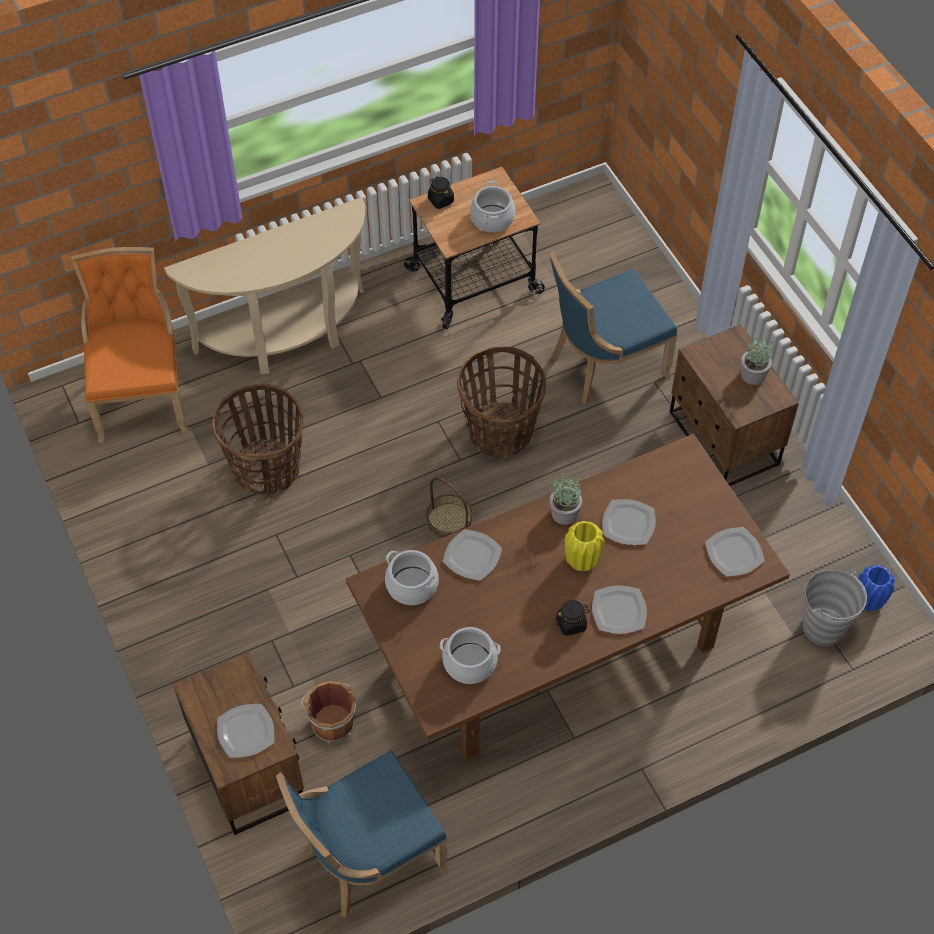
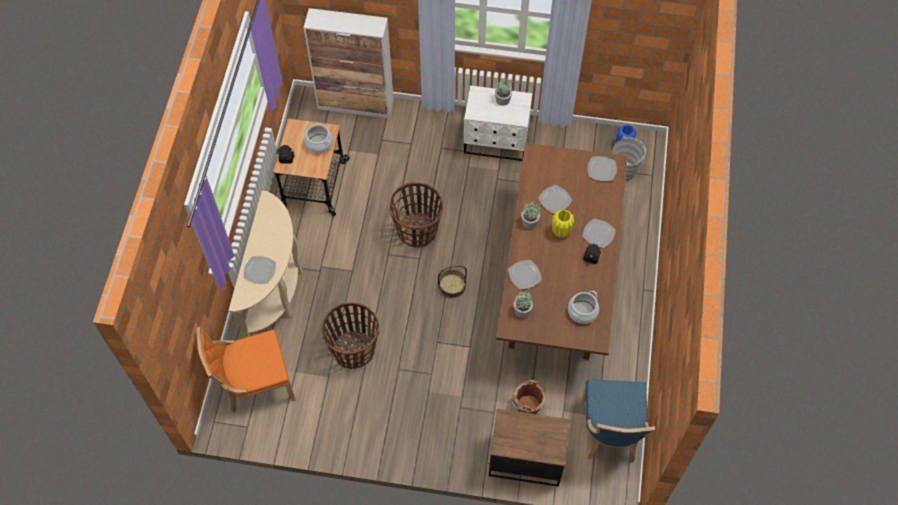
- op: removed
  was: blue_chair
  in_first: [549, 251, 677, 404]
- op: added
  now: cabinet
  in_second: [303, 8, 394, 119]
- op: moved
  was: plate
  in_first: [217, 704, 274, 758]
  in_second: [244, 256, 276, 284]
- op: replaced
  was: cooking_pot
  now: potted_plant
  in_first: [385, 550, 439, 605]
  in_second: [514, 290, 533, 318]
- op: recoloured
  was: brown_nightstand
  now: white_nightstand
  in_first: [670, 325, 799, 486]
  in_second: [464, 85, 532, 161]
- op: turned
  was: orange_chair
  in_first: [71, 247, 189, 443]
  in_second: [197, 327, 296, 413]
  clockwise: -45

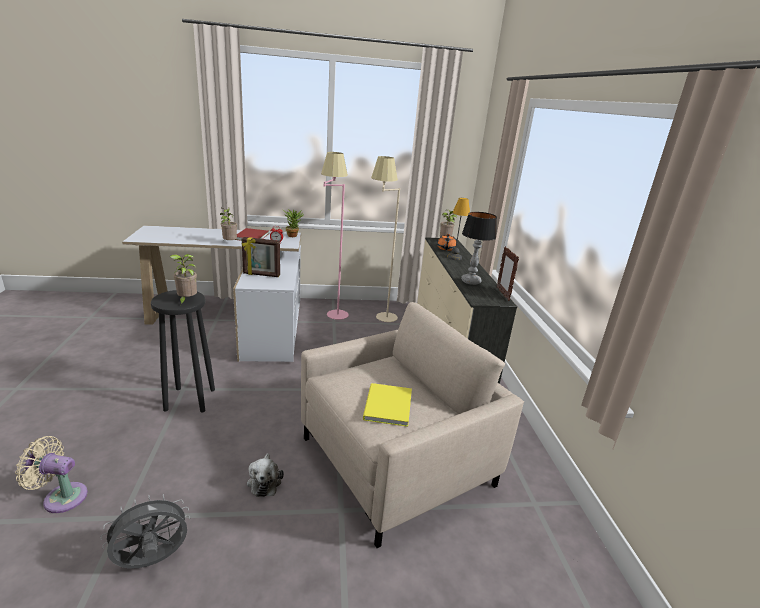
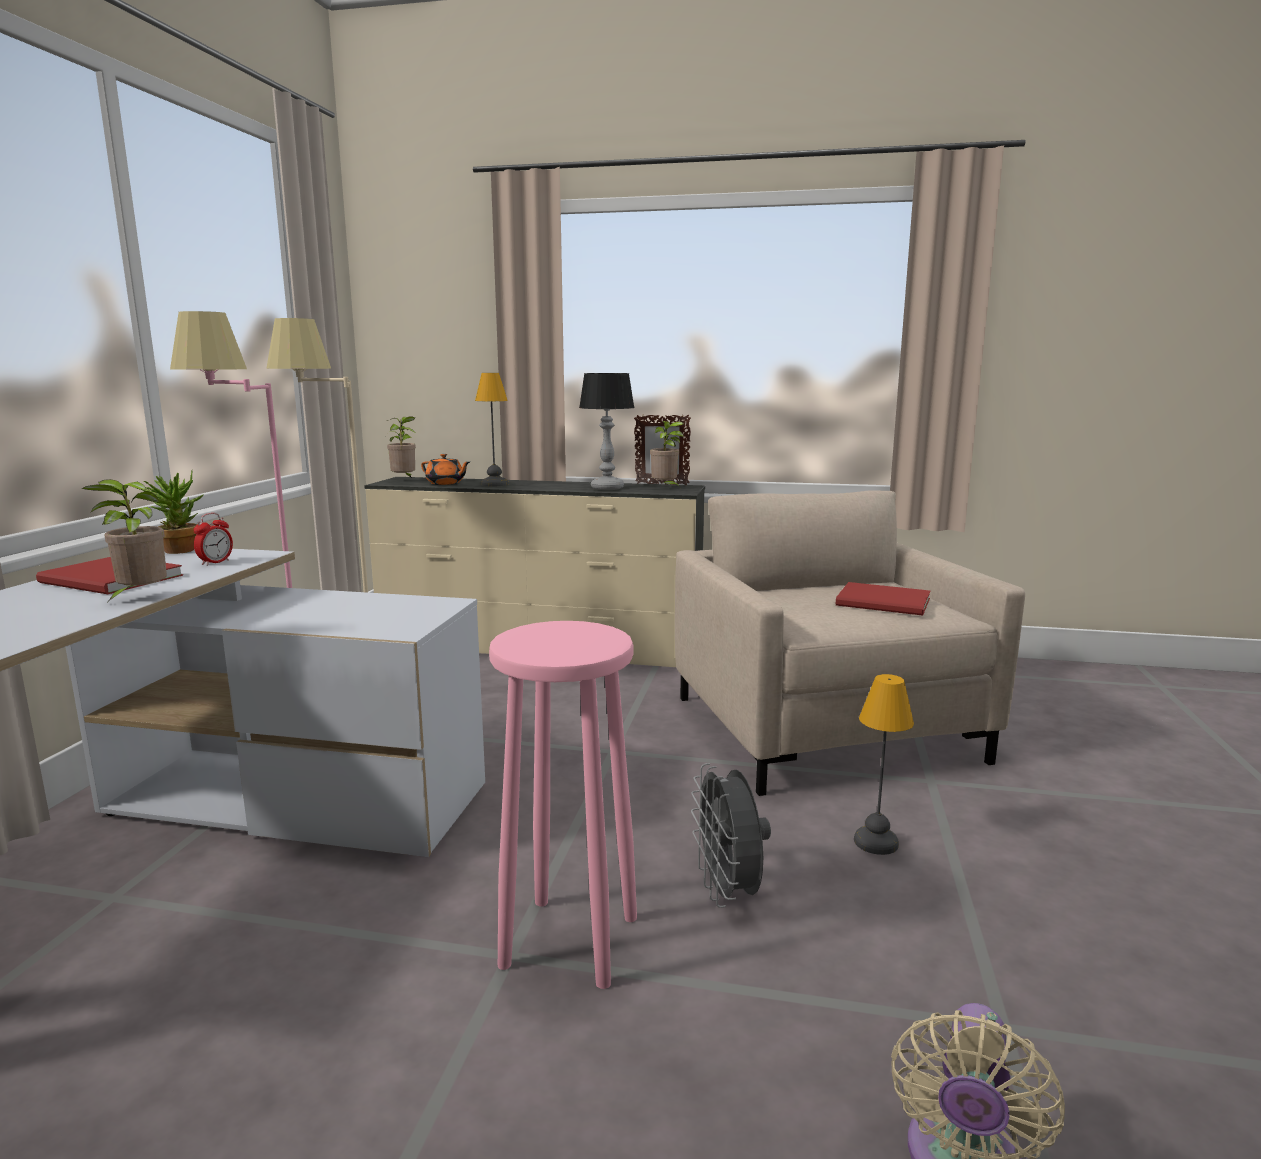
- op: removed
  was: picture_frame
  in_first: [241, 237, 280, 277]
- op: moved
  was: grey_fan
  in_first: [100, 494, 190, 568]
  in_second: [691, 763, 771, 908]
- op: moved
  was: potted_plant
  in_first: [169, 254, 197, 305]
  in_second: [650, 421, 684, 488]
- op: replaced
  was: plush_toy
  now: table_lamp
  in_first: [247, 453, 284, 497]
  in_second: [854, 674, 914, 855]
- op: recoloured
  was: black_stool
  now: pink_stool
  in_first: [151, 290, 215, 412]
  in_second: [489, 621, 637, 989]
- op: recoloured
  was: yellow_book
  now: red_book
  in_first: [363, 383, 412, 427]
  in_second: [836, 582, 931, 616]

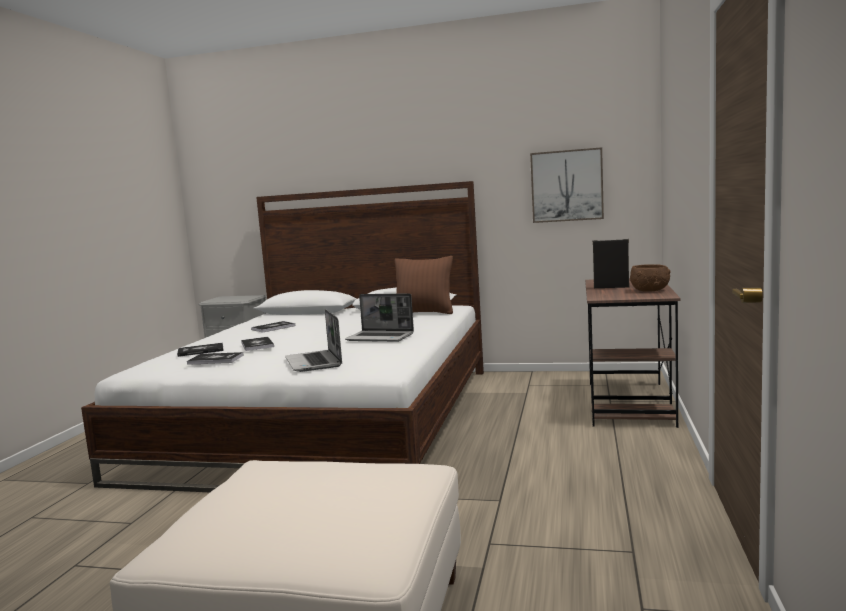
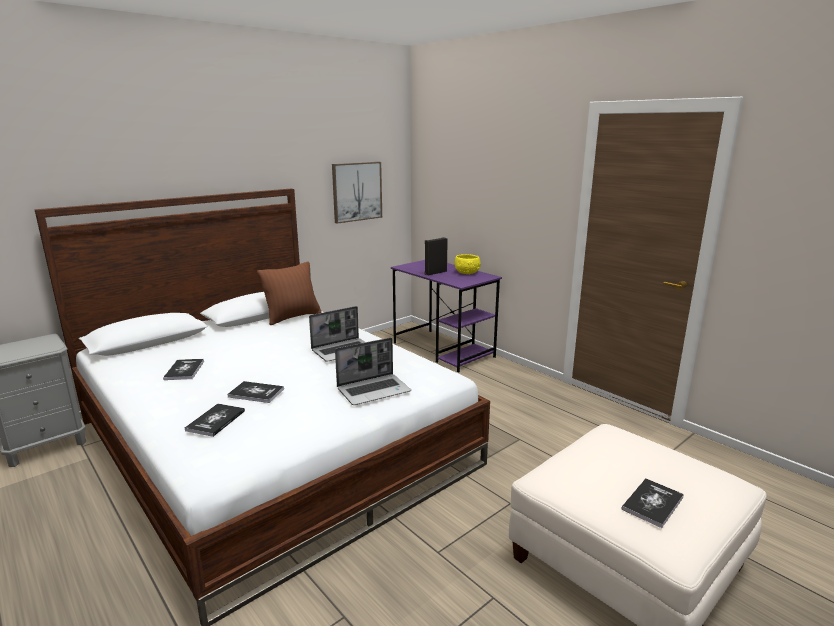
- op: moved
  was: book
  in_first: [187, 352, 243, 365]
  in_second: [622, 479, 684, 528]
- op: recoloured
  was: brown_desk
  now: purple_desk
  in_first: [585, 278, 681, 428]
  in_second: [391, 260, 502, 372]
- op: recoloured
  was: brown_bowl
  now: yellow_bowl
  in_first: [630, 264, 671, 292]
  in_second: [455, 254, 481, 274]
- op: turned
  was: laptop
  in_first: [285, 309, 342, 372]
  in_second: [335, 338, 411, 405]
  clockwise: -45

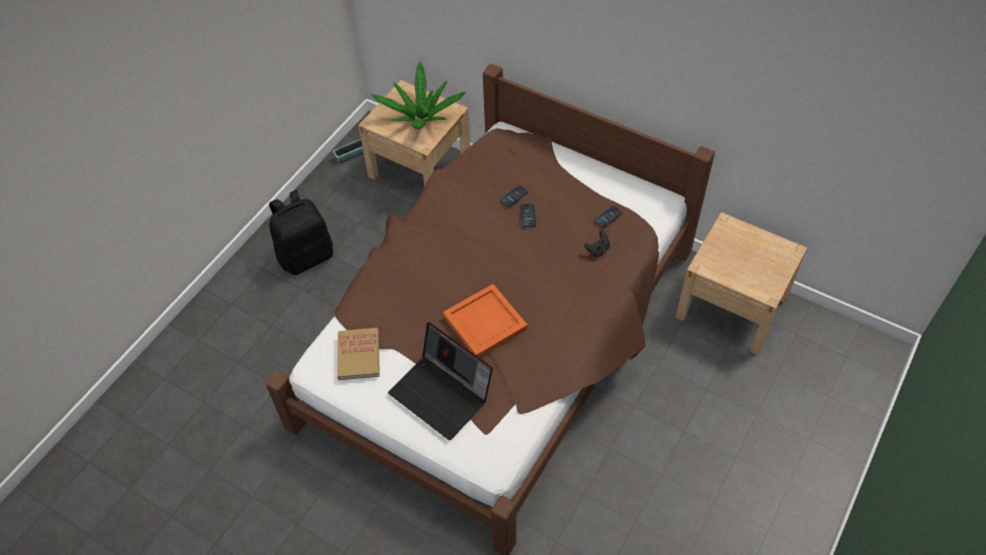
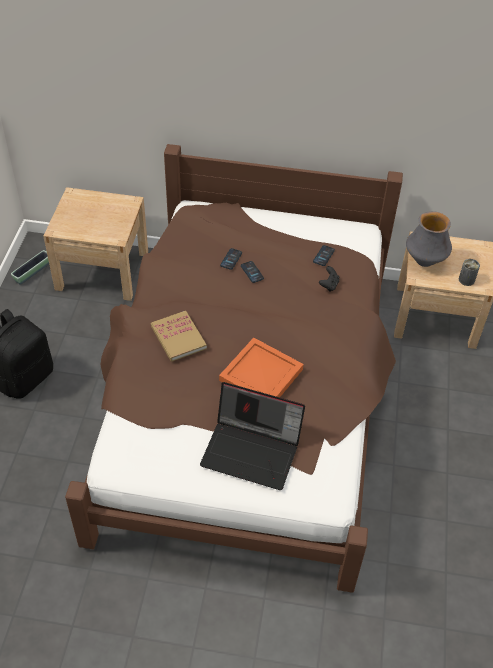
- op: removed
  was: potted_plant
  in_first: [371, 61, 466, 129]
- op: added
  now: vase
  in_second: [406, 211, 452, 267]
- op: added
  now: can
  in_second: [459, 259, 480, 286]
- op: moved
  was: book
  in_first: [337, 328, 380, 380]
  in_second: [151, 311, 207, 362]

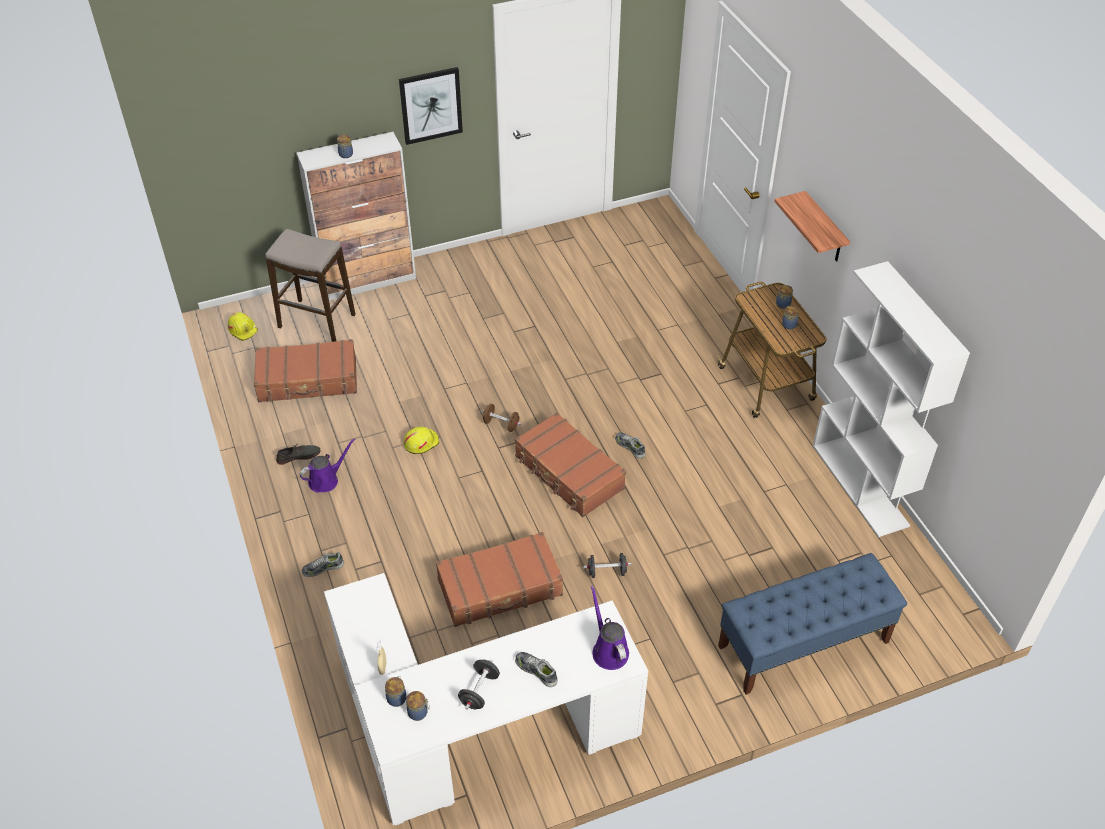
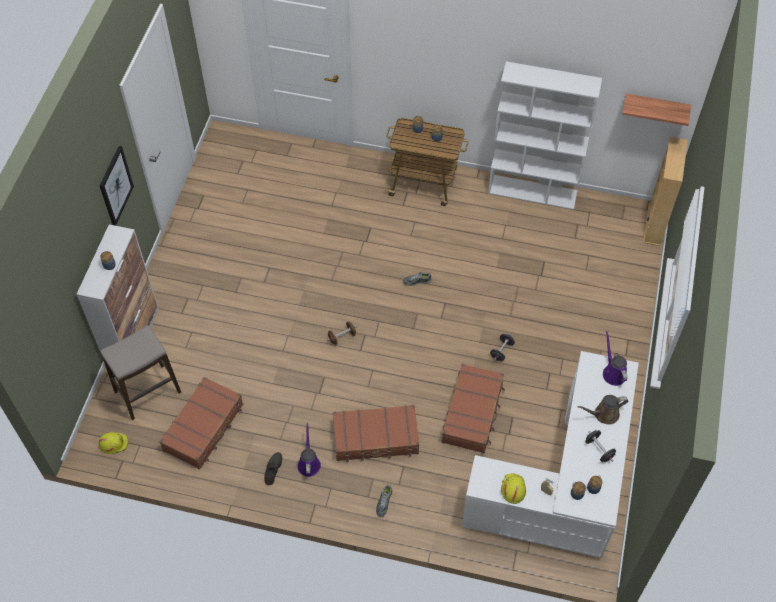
- op: removed
  was: blue_bench
  in_first: [718, 553, 907, 695]
- op: added
  now: beige_bookcase
  in_second: [643, 136, 688, 246]
- op: moved
  was: yellow_hard_hat
  in_first: [403, 427, 439, 454]
  in_second: [501, 473, 526, 504]
- op: moved
  was: brown_suitcase
  in_first: [515, 412, 626, 517]
  in_second: [333, 405, 419, 462]
- op: moved
  was: shelf
  in_first: [774, 191, 850, 262]
  in_second: [622, 93, 691, 126]
- op: replaced
  was: shoe
  now: brown_watering_can
  in_first: [515, 652, 558, 687]
  in_second: [578, 395, 628, 425]
- op: turned
  was: purple_watering_can
  in_first: [591, 585, 629, 670]
  in_second: [603, 331, 627, 386]
  clockwise: 60

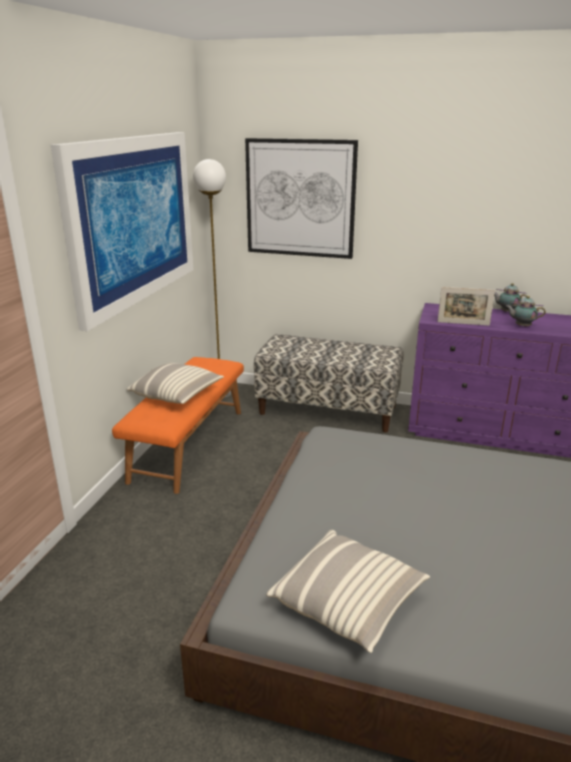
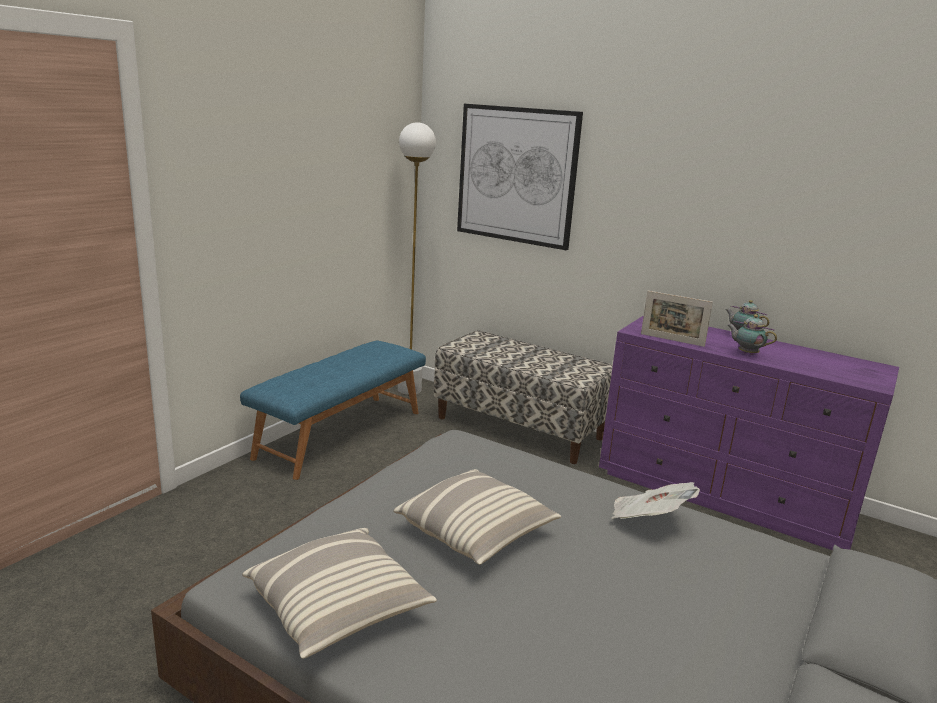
- op: removed
  was: picture
  in_first: [51, 132, 193, 331]
- op: added
  now: newspaper
  in_second: [611, 482, 700, 519]
- op: moved
  was: pillow
  in_first: [127, 363, 224, 404]
  in_second: [393, 469, 561, 565]
- op: recoloured
  was: orange_bench
  now: blue_bench
  in_first: [112, 357, 244, 494]
  in_second: [240, 341, 426, 480]

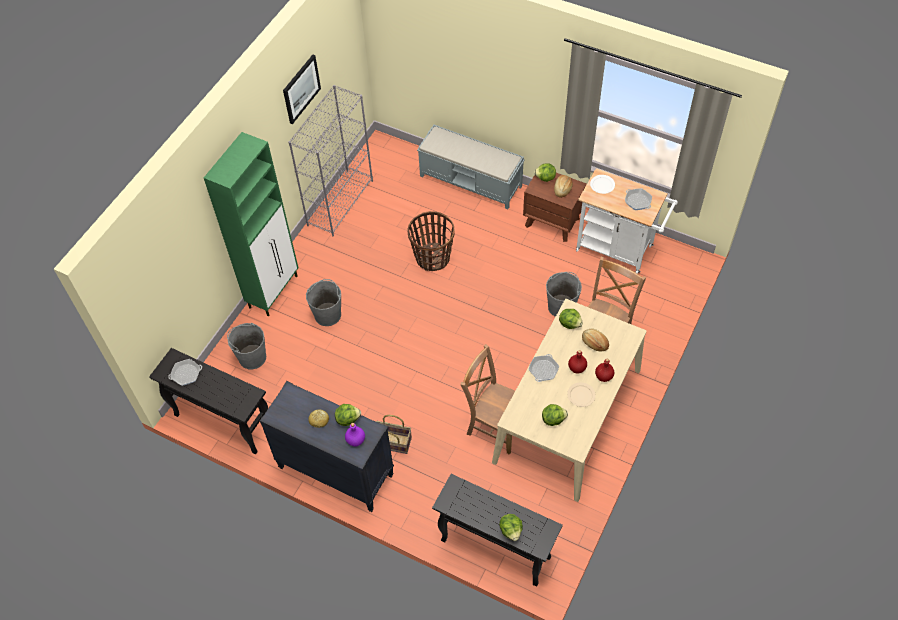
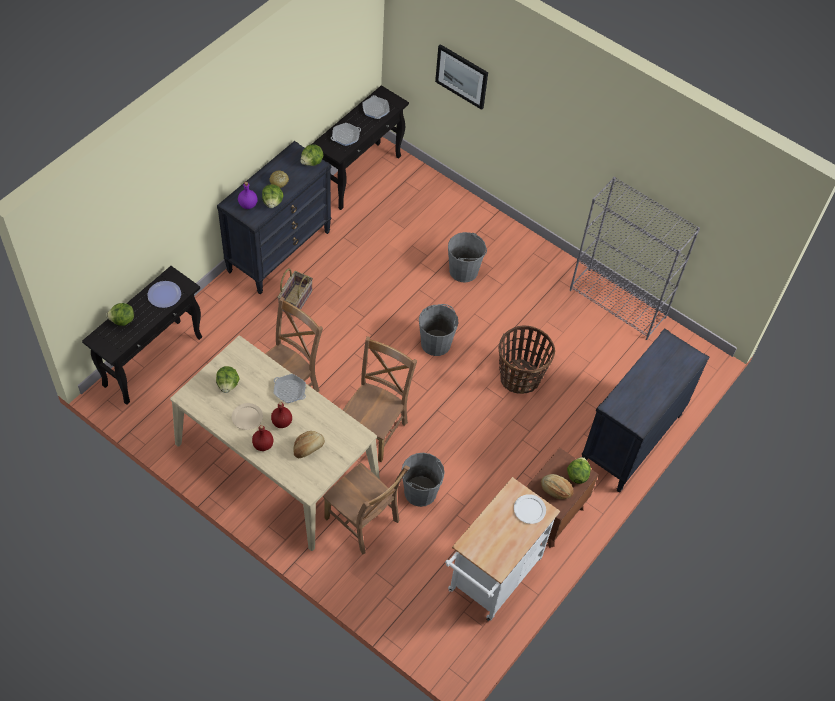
- op: removed
  was: green_cabinet
  in_first: [204, 132, 298, 317]
- op: added
  now: plate
  in_second: [147, 281, 181, 308]
- op: added
  now: brown_chair
  in_second: [343, 336, 417, 462]
- op: moved
  was: grey_bucket
  in_first: [227, 323, 266, 369]
  in_second: [419, 304, 459, 356]
- op: moved
  was: picture
  in_first: [283, 55, 321, 124]
  in_second: [435, 44, 488, 110]
- op: moved
  was: lettuce
  in_first: [559, 309, 583, 329]
  in_second: [301, 144, 323, 166]
- op: moved
  was: frying_pan
  in_first: [625, 188, 652, 210]
  in_second: [331, 123, 361, 146]
- op: replaced
  was: grey_bench
  now: black_dresser
  in_first: [417, 125, 525, 209]
  in_second: [582, 328, 709, 493]

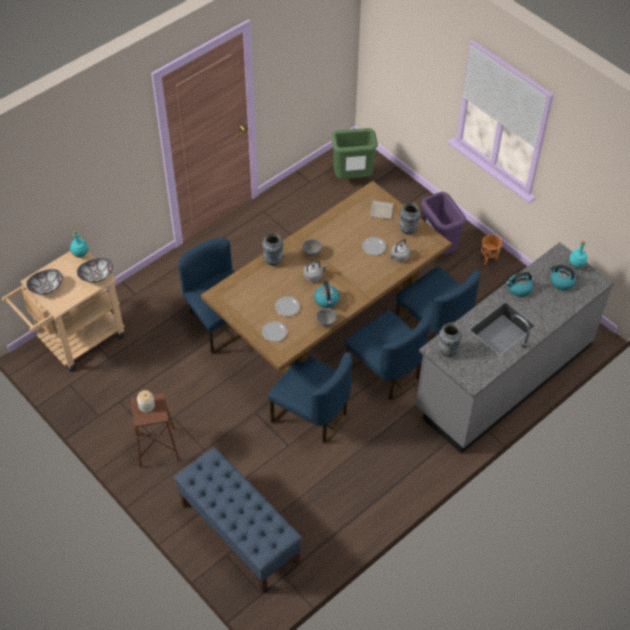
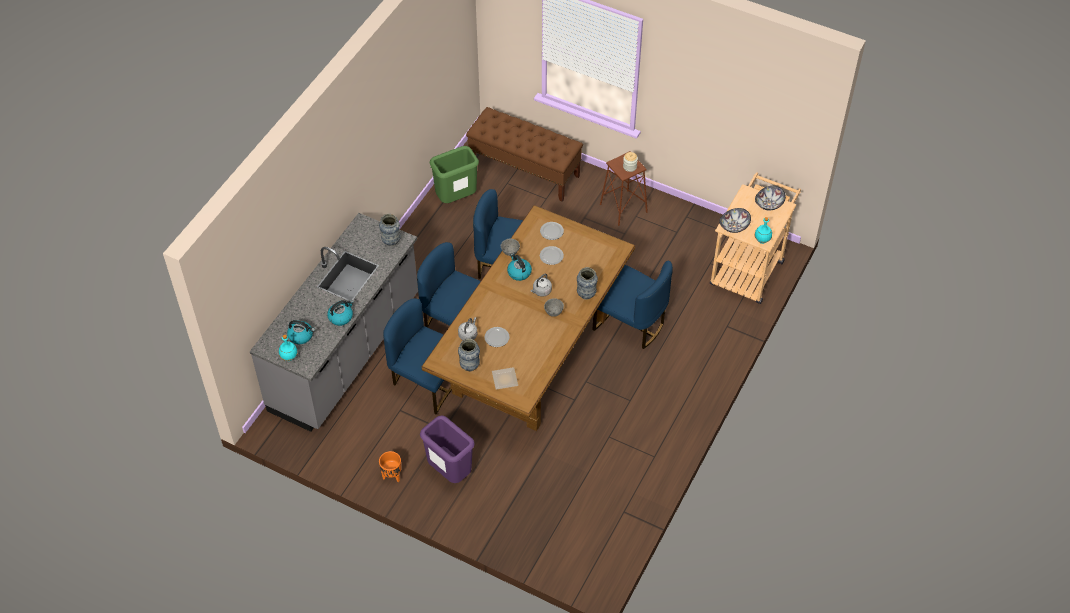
- op: moved
  was: green_trash_can
  in_first: [331, 128, 378, 179]
  in_second: [430, 146, 479, 203]
- op: recoloured
  was: blue_bench
  now: brown_bench
  in_first: [174, 447, 302, 593]
  in_second: [466, 107, 583, 202]

